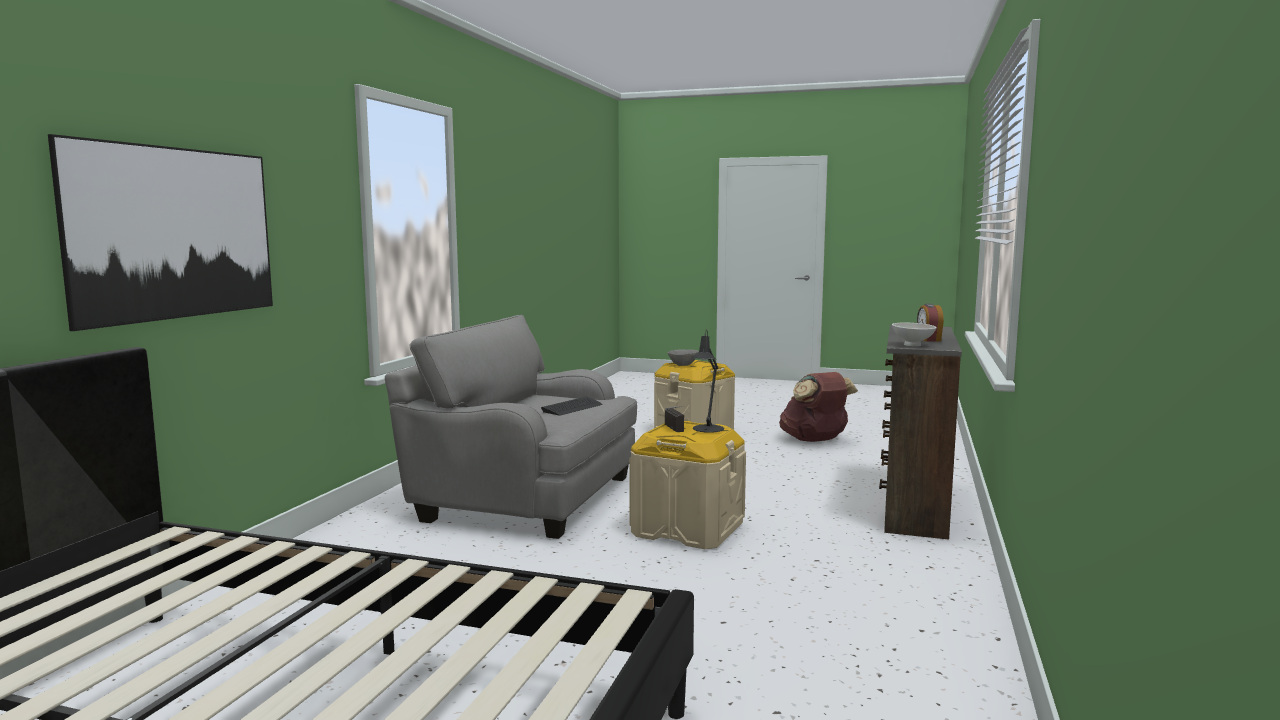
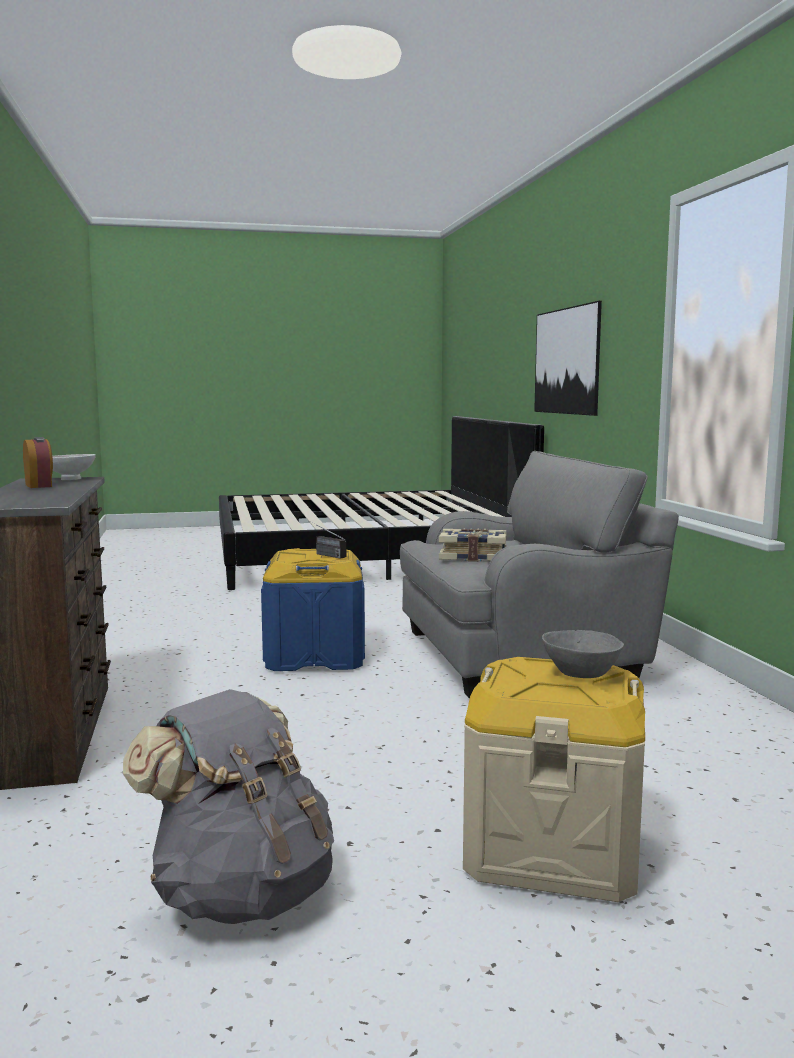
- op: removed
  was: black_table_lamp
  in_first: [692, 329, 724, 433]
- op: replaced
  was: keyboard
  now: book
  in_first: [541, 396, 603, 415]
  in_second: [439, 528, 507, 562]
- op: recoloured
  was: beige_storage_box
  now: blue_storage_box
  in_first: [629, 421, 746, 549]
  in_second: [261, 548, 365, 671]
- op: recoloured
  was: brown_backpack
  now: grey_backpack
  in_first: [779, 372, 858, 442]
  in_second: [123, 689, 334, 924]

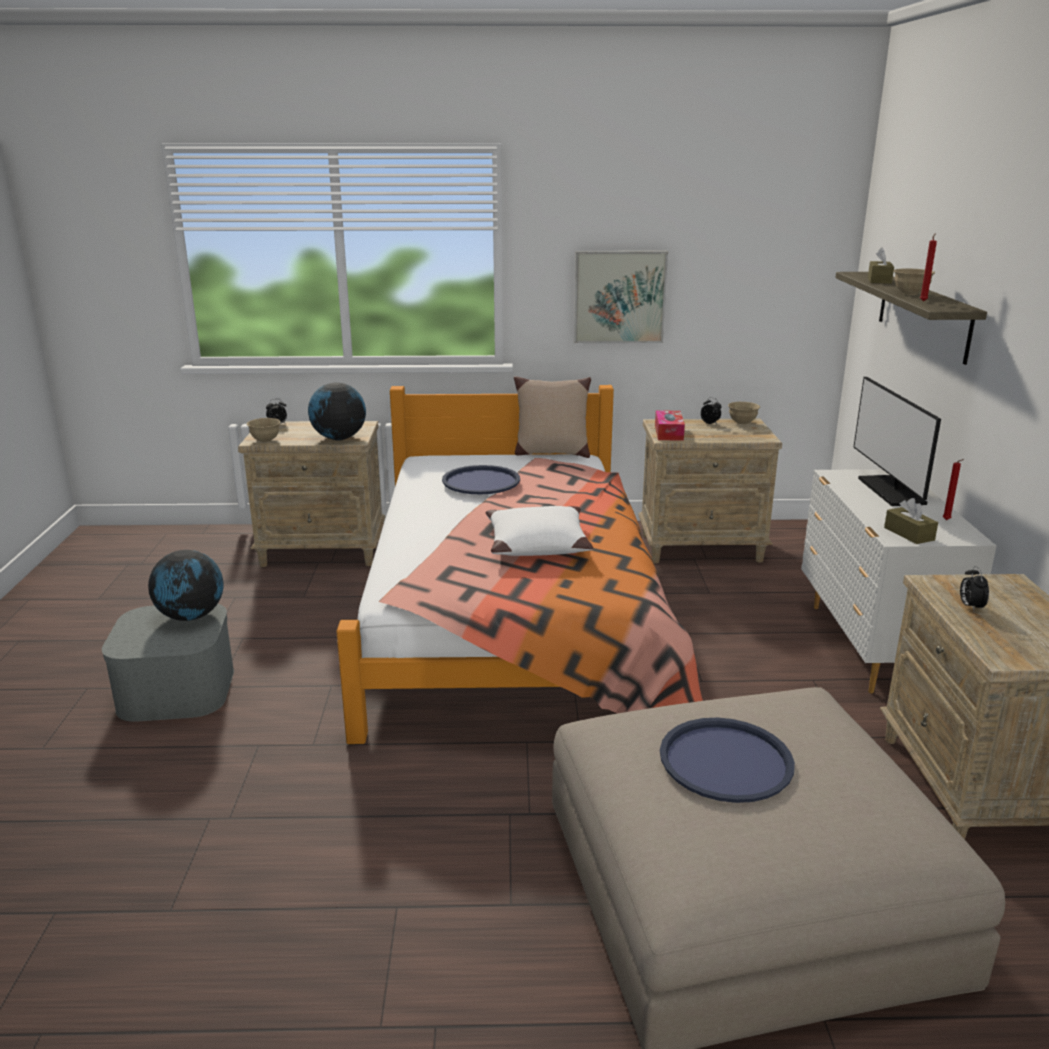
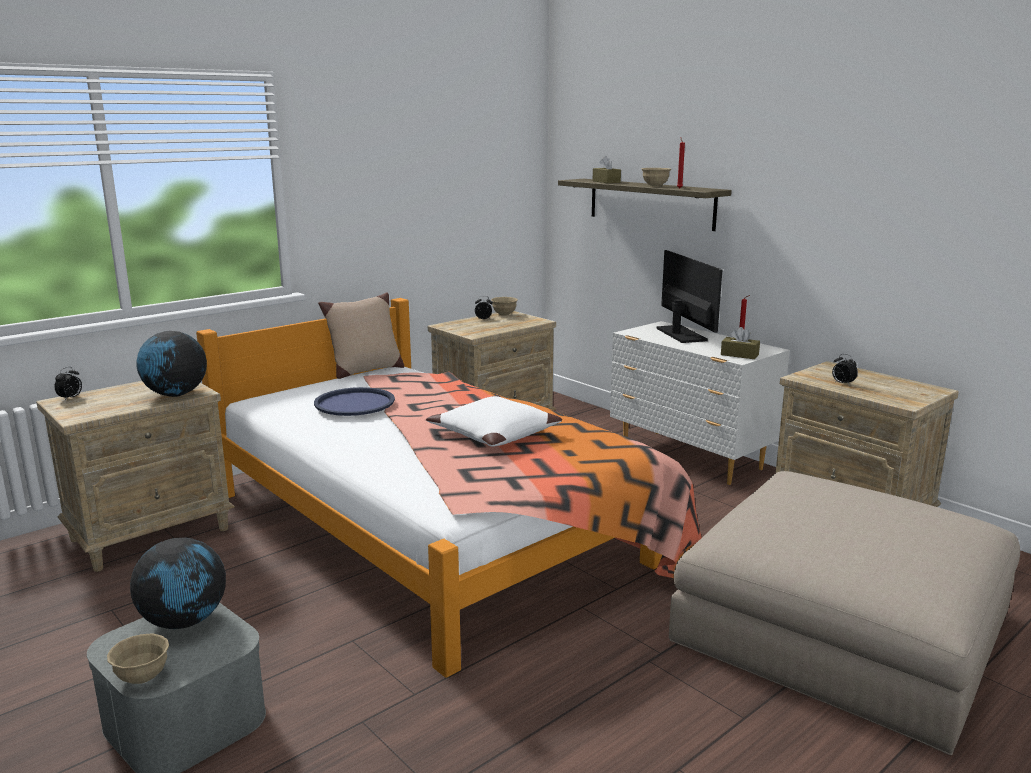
- op: removed
  was: picture
  in_first: [574, 251, 668, 343]
- op: removed
  was: tissue_box
  in_first: [655, 410, 685, 441]
- op: removed
  was: blue_tray
  in_first: [660, 718, 795, 803]
- op: moved
  was: beige_bowl
  in_first: [247, 418, 280, 442]
  in_second: [107, 633, 169, 684]
- op: turned
  was: monitor
  in_first: [853, 377, 941, 506]
  in_second: [656, 250, 723, 343]
  clockwise: -150

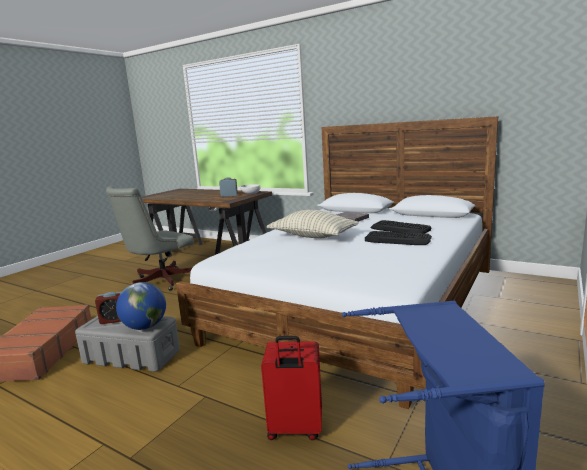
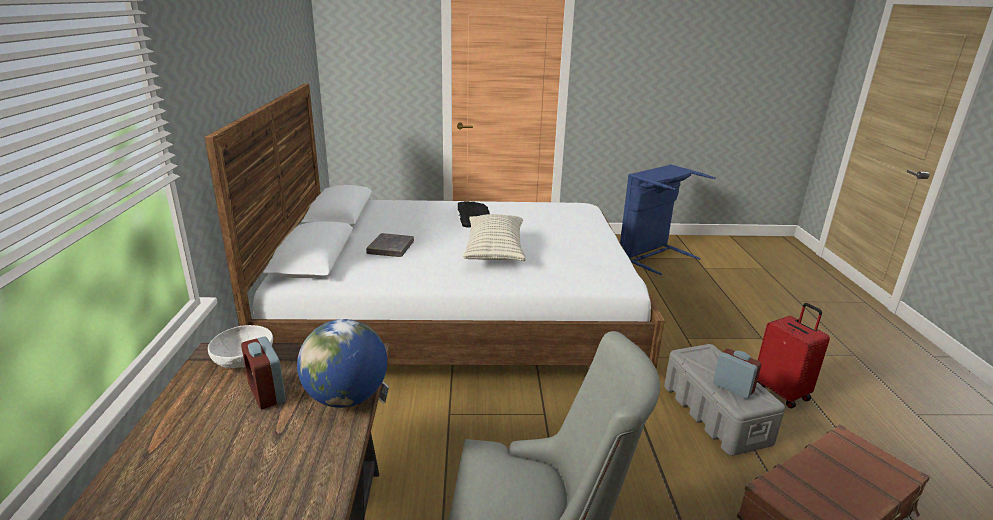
- op: removed
  was: keyboard
  in_first: [370, 220, 432, 234]
- op: moved
  was: globe
  in_first: [116, 282, 166, 330]
  in_second: [297, 319, 387, 408]
- op: moved
  was: red_suitcase
  in_first: [261, 336, 322, 440]
  in_second: [757, 303, 830, 408]

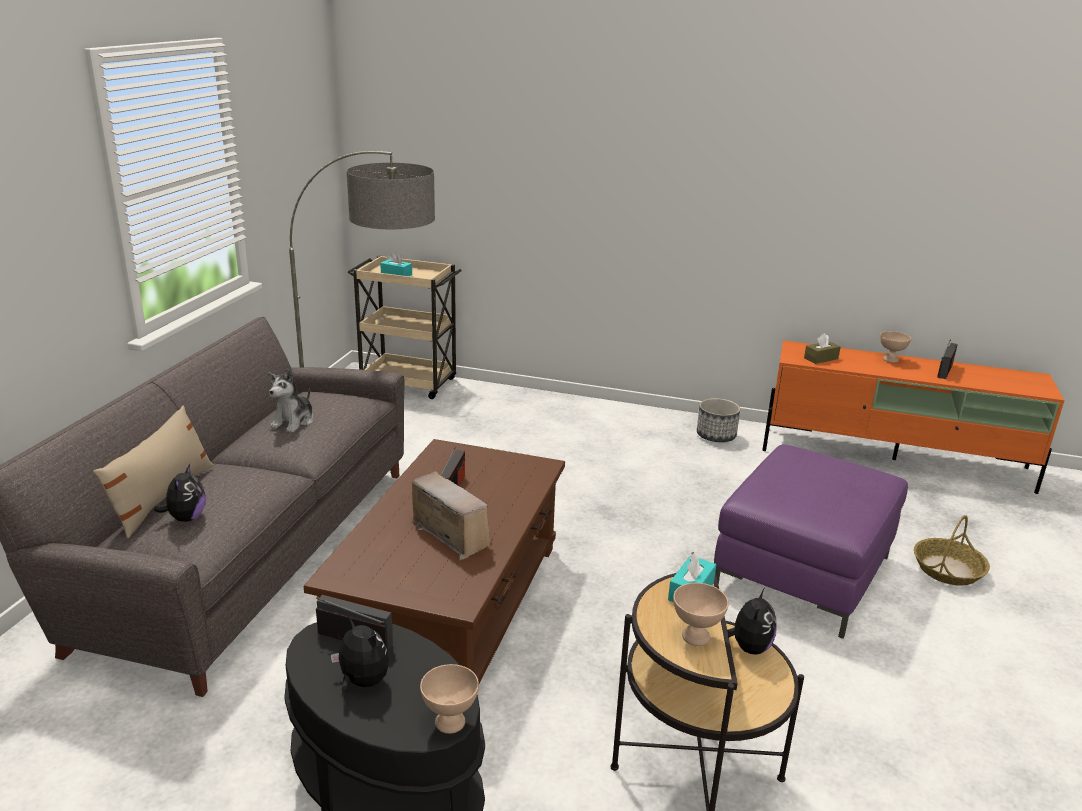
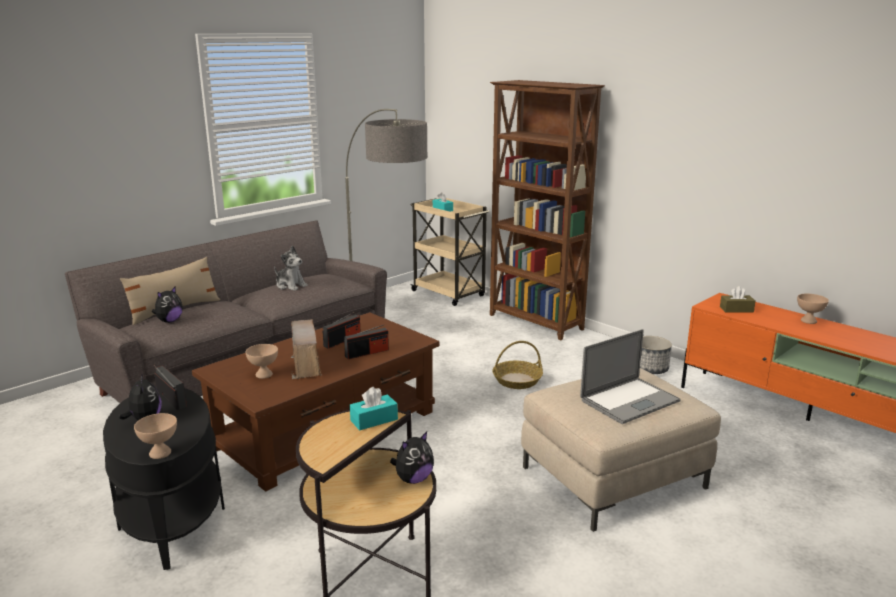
- op: added
  now: brown_bookcase
  in_second: [490, 80, 605, 340]
- op: added
  now: laptop
  in_second: [580, 329, 681, 424]
- op: moved
  was: beige_bowl
  in_first: [673, 583, 729, 646]
  in_second: [246, 344, 278, 379]
- op: moved
  was: basket
  in_first: [914, 515, 990, 585]
  in_second: [492, 341, 543, 389]
- op: moved
  was: radio
  in_first: [937, 340, 958, 379]
  in_second: [344, 325, 389, 359]
- op: recoloured
  was: purple_ottoman
  now: beige_ottoman
  in_first: [714, 444, 908, 639]
  in_second: [521, 368, 721, 532]
- op: turned
  was: plush_toy
  in_first: [269, 369, 314, 433]
  in_second: [274, 246, 308, 291]
  clockwise: -105

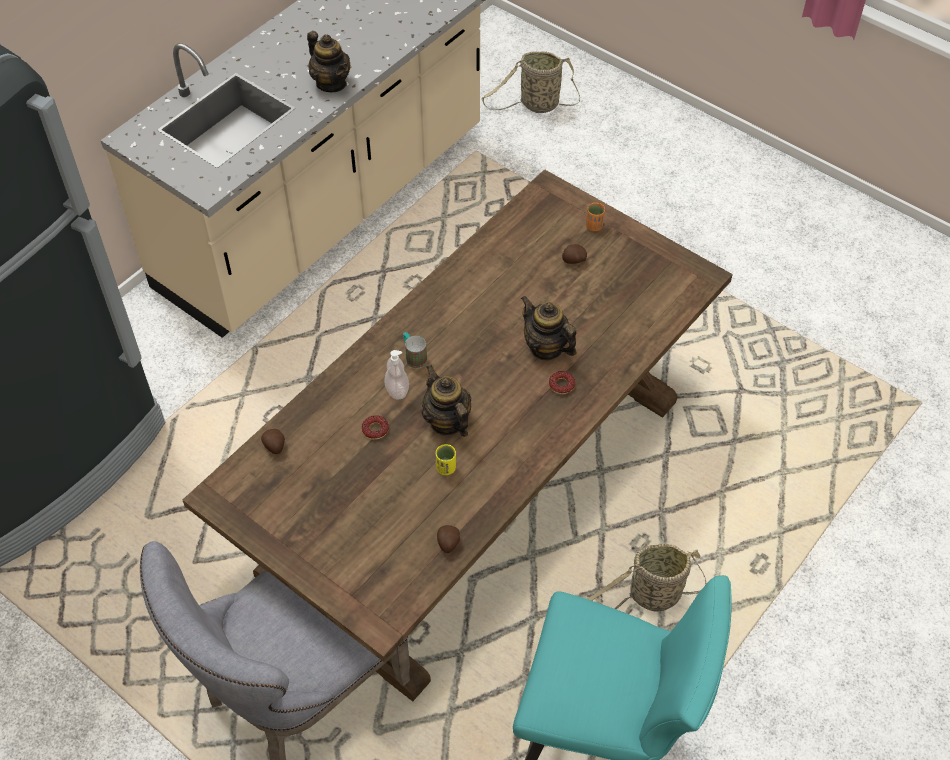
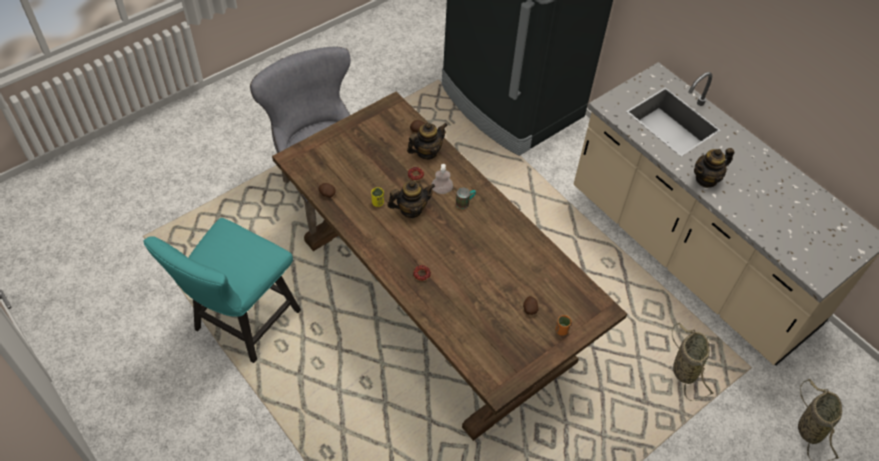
- op: moved
  was: teapot
  in_first: [521, 296, 576, 361]
  in_second: [407, 122, 448, 159]
- op: moved
  was: basket
  in_first: [587, 544, 707, 611]
  in_second: [672, 323, 714, 401]

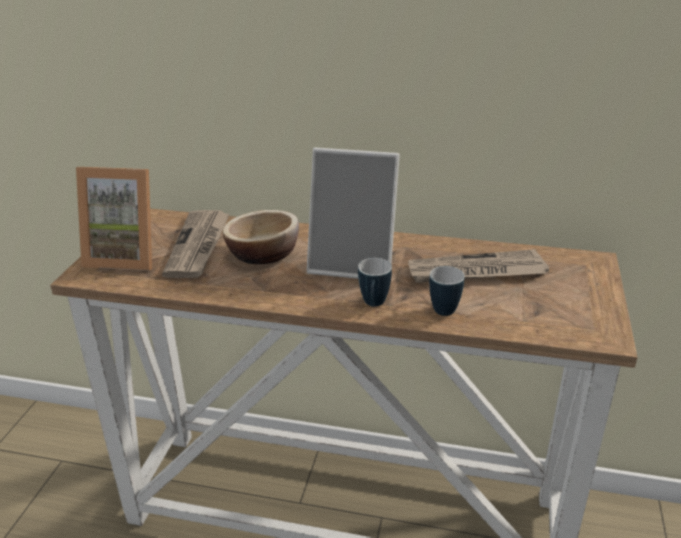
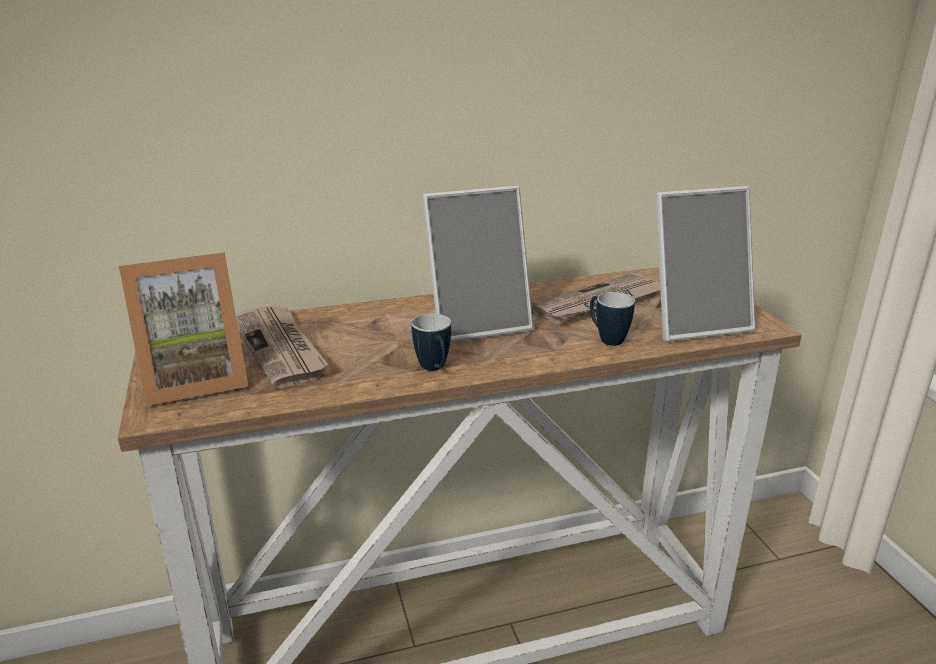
- op: removed
  was: bowl
  in_first: [222, 210, 299, 264]
- op: added
  now: picture_frame
  in_second: [655, 186, 755, 342]
- op: moved
  was: mug
  in_first: [358, 258, 392, 307]
  in_second: [411, 313, 451, 371]

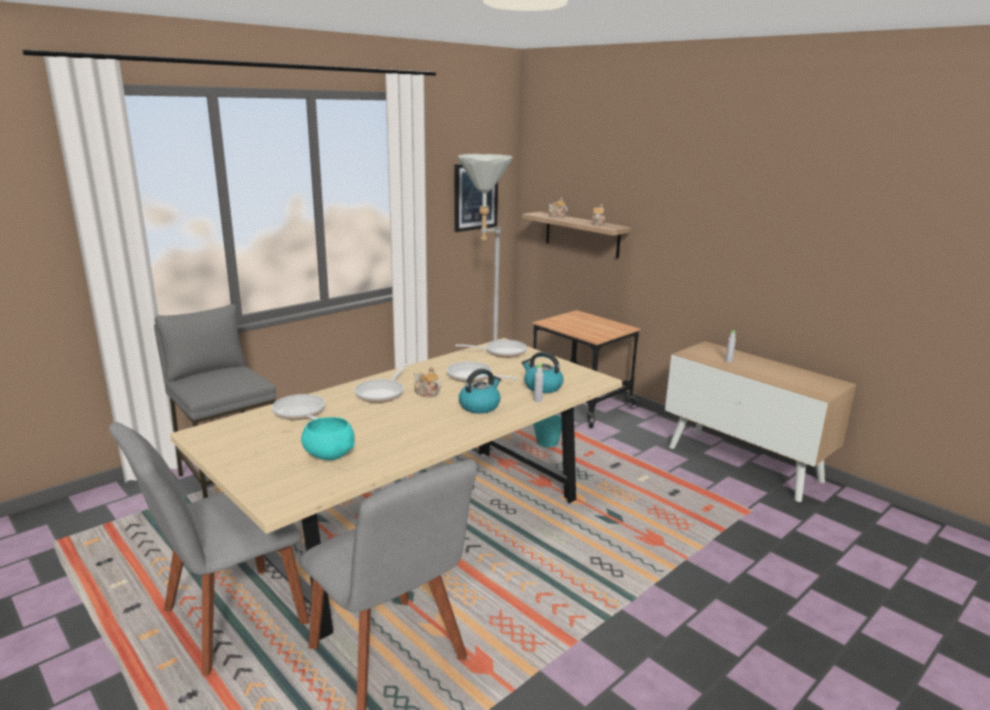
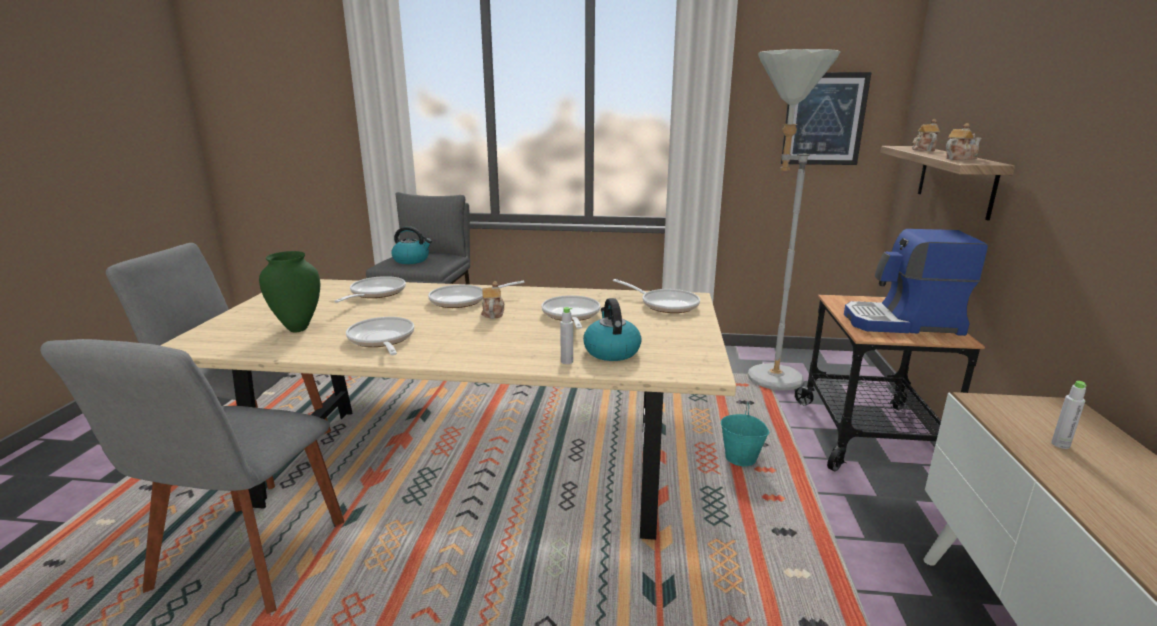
- op: added
  now: frying_pan
  in_second: [346, 317, 414, 355]
- op: added
  now: coffee_machine
  in_second: [844, 229, 988, 336]
- op: moved
  was: kettle
  in_first: [459, 369, 501, 414]
  in_second: [391, 226, 432, 264]
- op: replaced
  was: turquoise_bowl
  now: green_vase
  in_first: [301, 417, 355, 460]
  in_second: [259, 251, 320, 332]

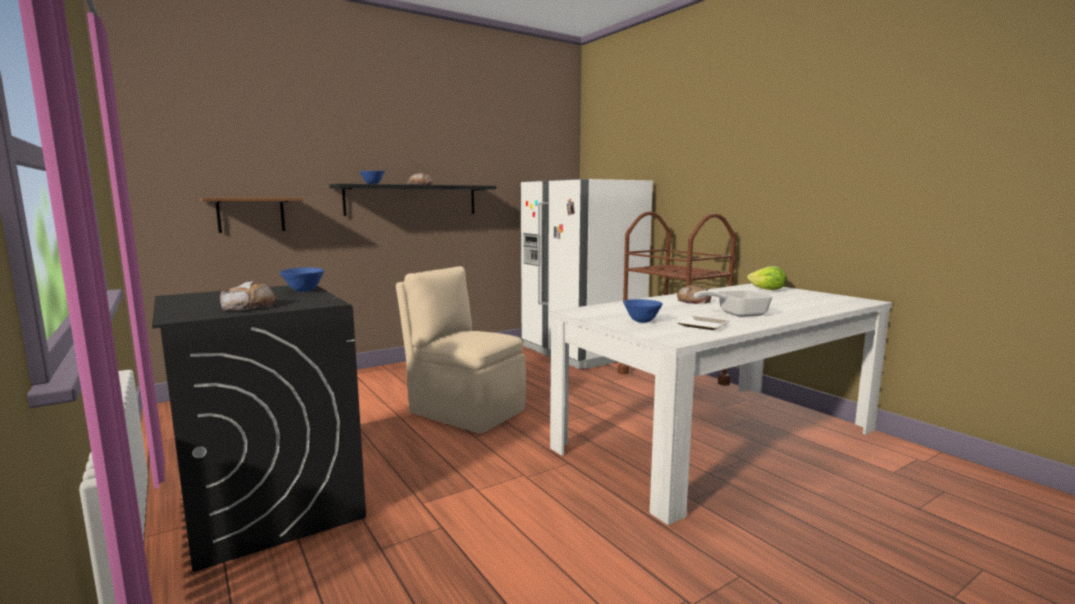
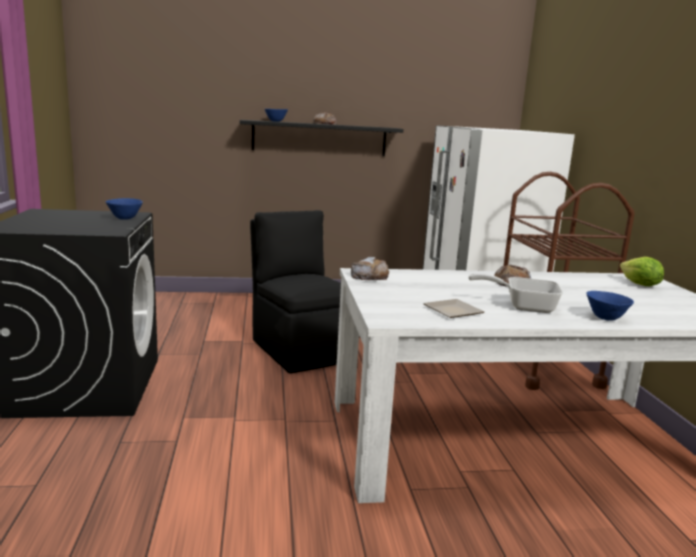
- op: removed
  was: shelf
  in_first: [200, 198, 303, 233]
- op: moved
  was: bread
  in_first: [220, 281, 277, 310]
  in_second: [351, 257, 389, 280]
- op: moved
  was: blue_bowl
  in_first: [623, 299, 663, 323]
  in_second: [586, 291, 634, 321]
- op: recoloured
  was: beige_chair
  now: black_chair
  in_first: [396, 266, 526, 434]
  in_second: [250, 210, 341, 373]

